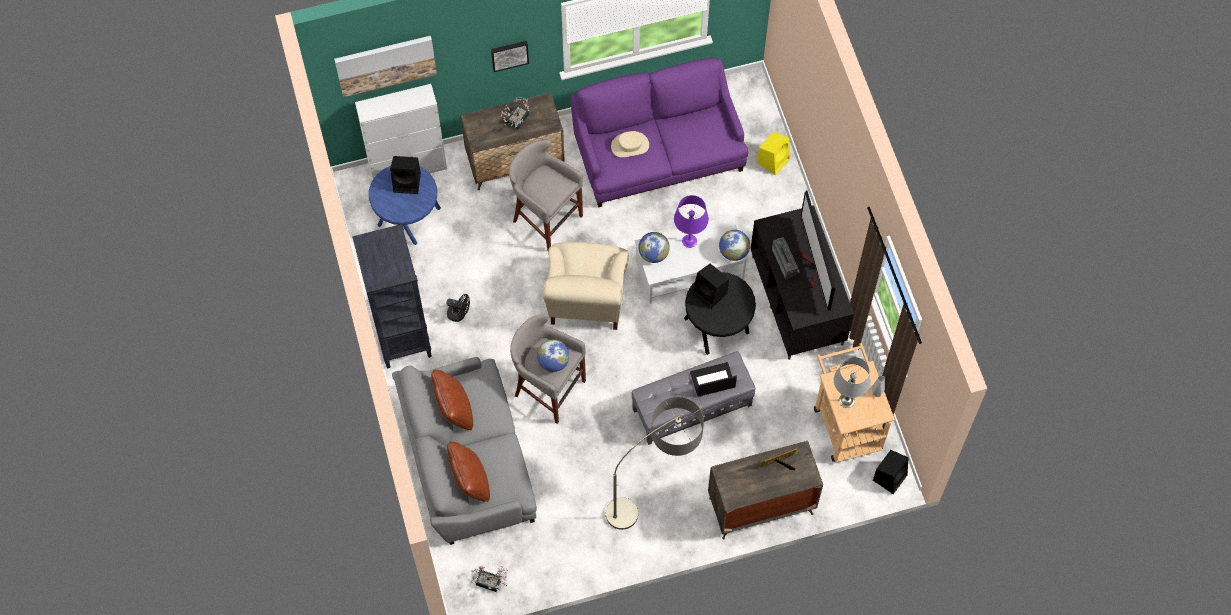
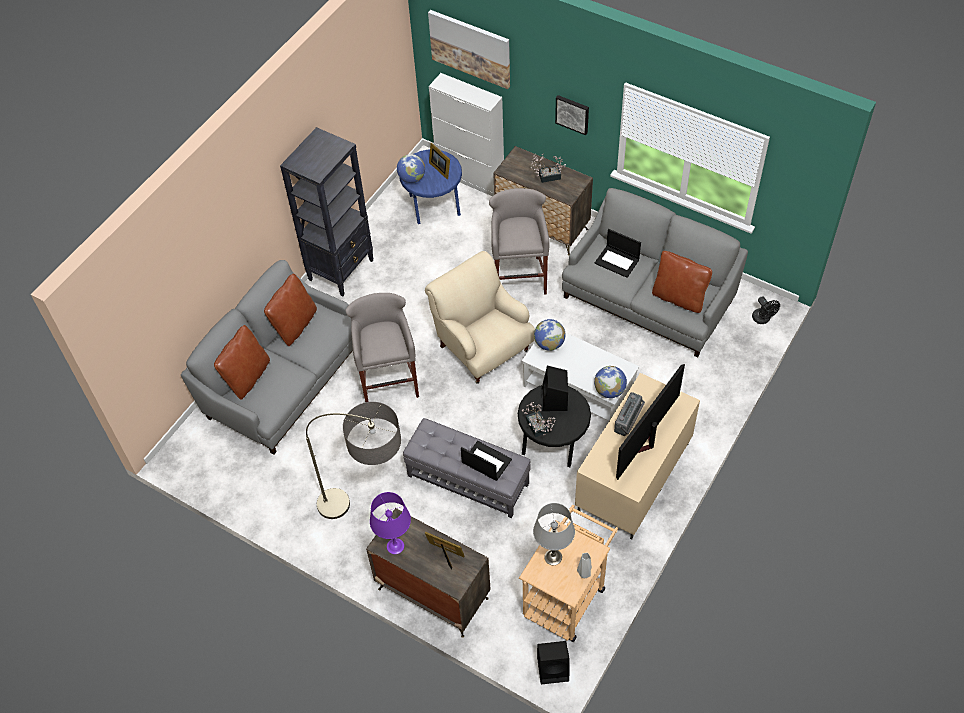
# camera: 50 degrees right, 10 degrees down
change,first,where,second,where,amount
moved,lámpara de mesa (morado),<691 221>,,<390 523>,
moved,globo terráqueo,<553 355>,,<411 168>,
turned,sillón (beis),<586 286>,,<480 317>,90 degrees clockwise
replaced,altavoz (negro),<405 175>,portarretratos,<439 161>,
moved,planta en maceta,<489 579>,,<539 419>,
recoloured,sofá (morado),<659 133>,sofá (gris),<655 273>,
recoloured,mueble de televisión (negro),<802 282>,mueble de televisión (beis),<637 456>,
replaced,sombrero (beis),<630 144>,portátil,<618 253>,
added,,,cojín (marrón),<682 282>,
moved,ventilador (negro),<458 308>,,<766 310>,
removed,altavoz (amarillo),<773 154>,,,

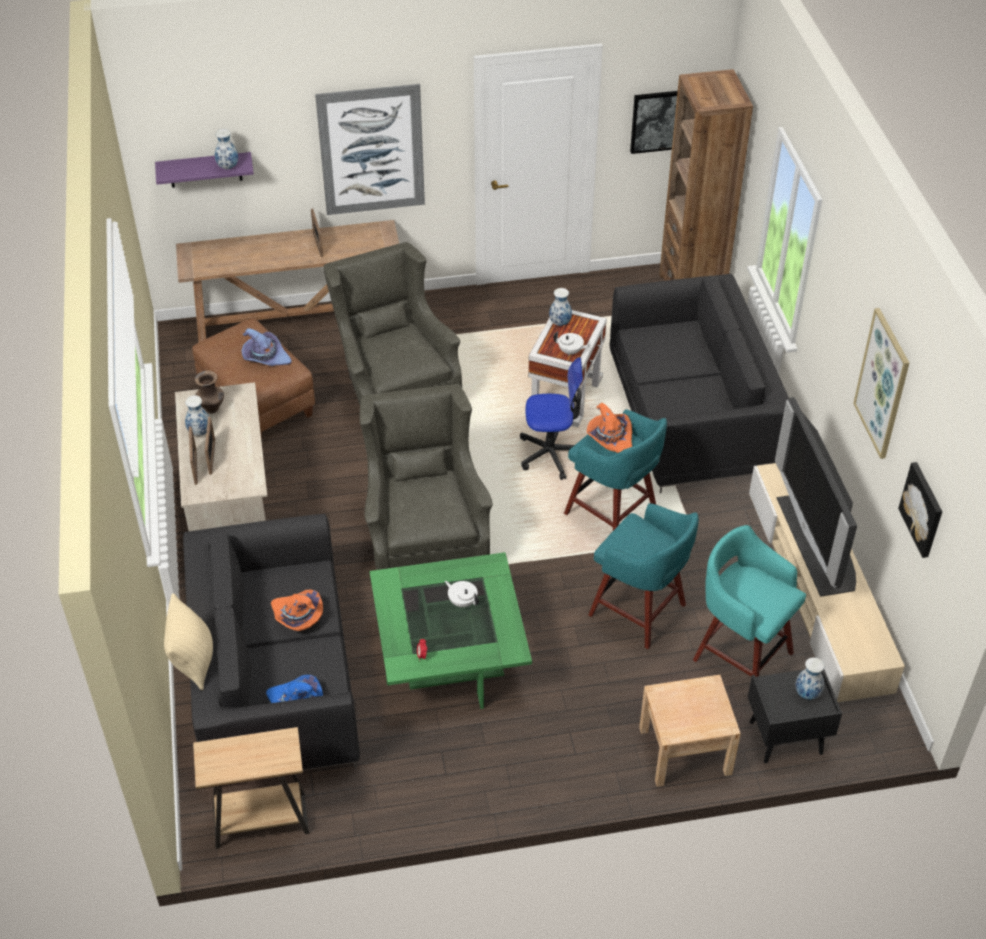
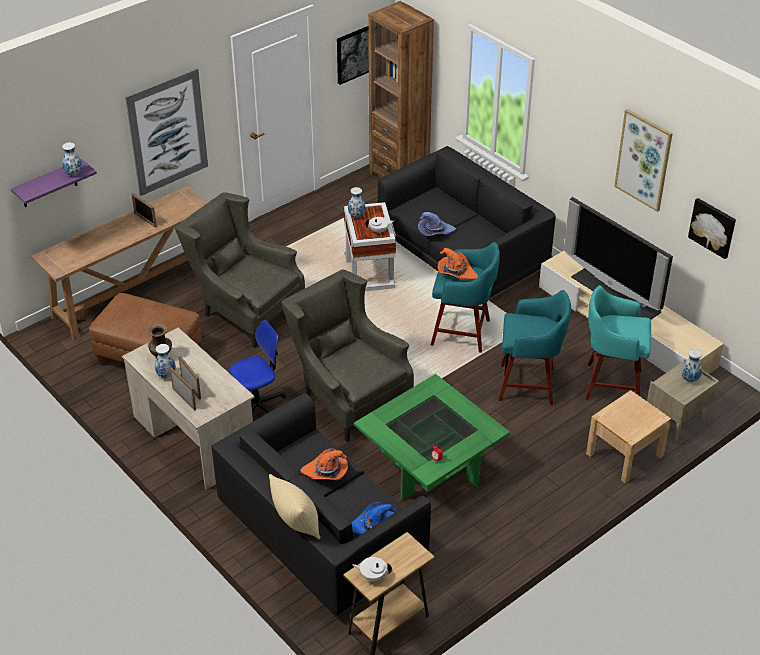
# camera: 30 degrees left, 5 degrees down
change,first,where,second,where,amount
moved,silla de oficina,<551 418>,,<258 366>,
moved,tetera (blanco),<462 594>,,<372 569>,
moved,sombrero (morado),<266 347>,,<437 224>,
recoloured,mesita de noche (negro),<795 717>,mesita de noche (beis),<683 400>,

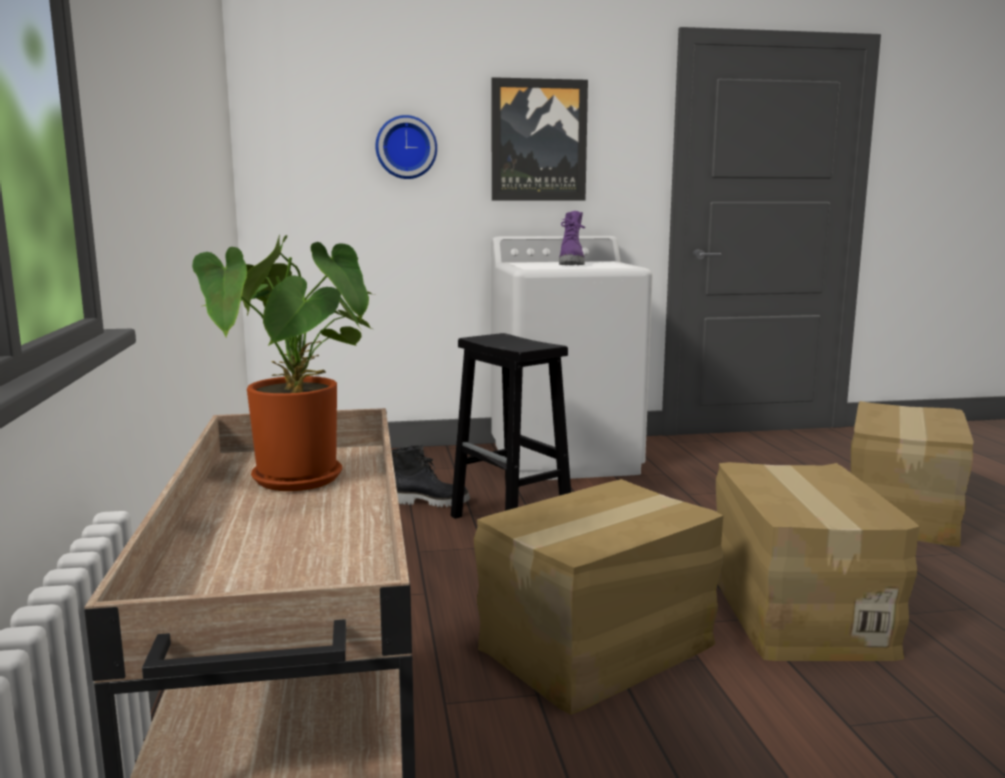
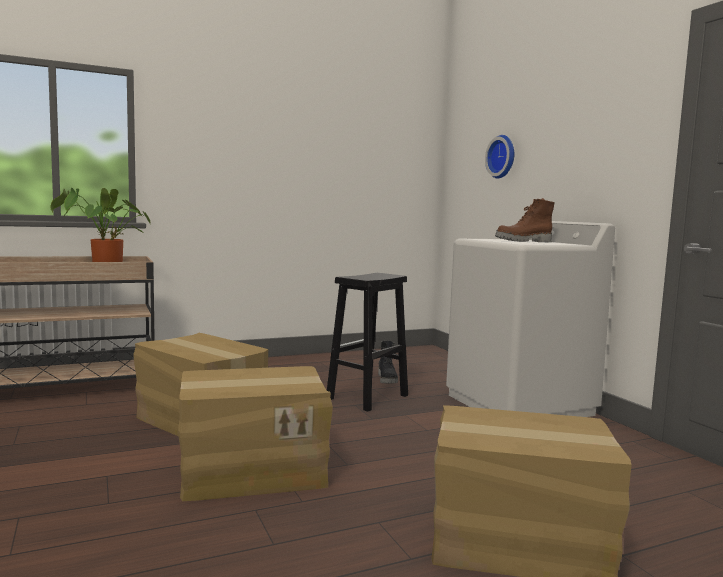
# camera: 75 degrees right, 5 degrees down
change,first,where,second,where,amount
recoloured,bota (morado),<572 238>,bota (marrón),<525 220>,
removed,cuadro,<539 138>,,,

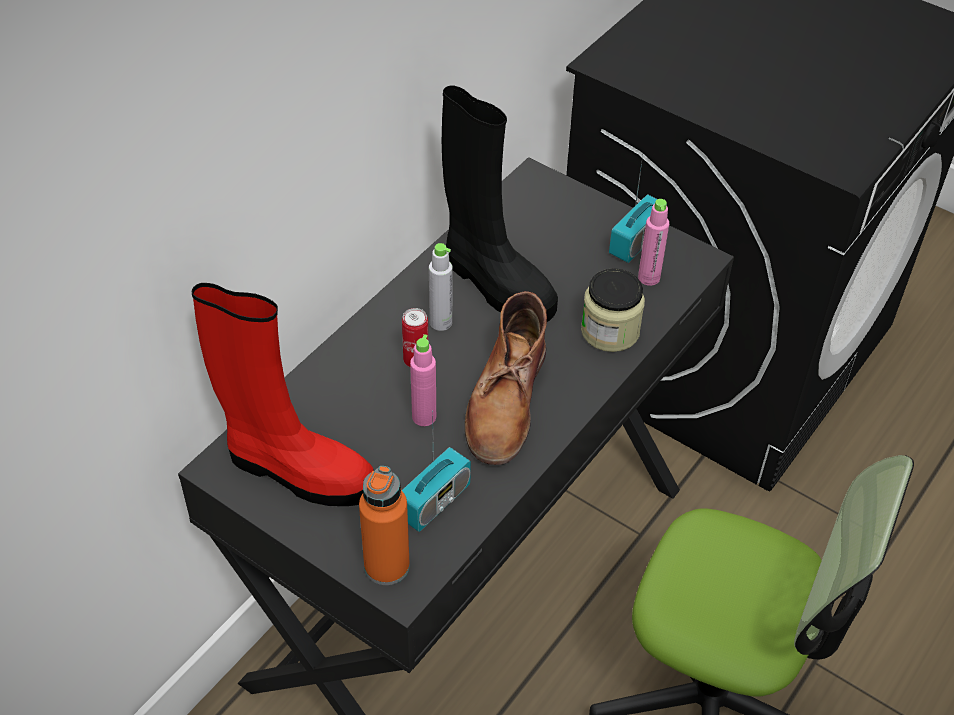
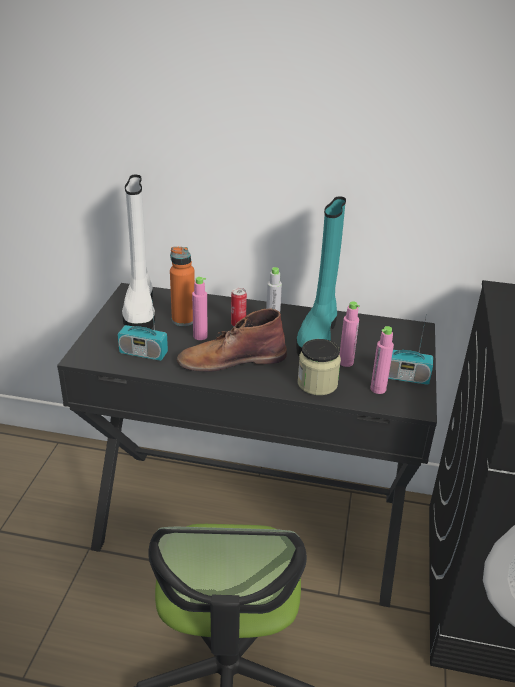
# camera: 65 degrees right, 15 degrees down
change,first,where,second,where,amount
recoloured,bota (rojo),<283 394>,bota (blanco),<138 252>,
moved,botella (naranja),<384 525>,,<182 286>,
recoloured,bota (negro),<500 203>,bota (turquesa),<321 276>,
added,,,botella (rosa),<349 334>,

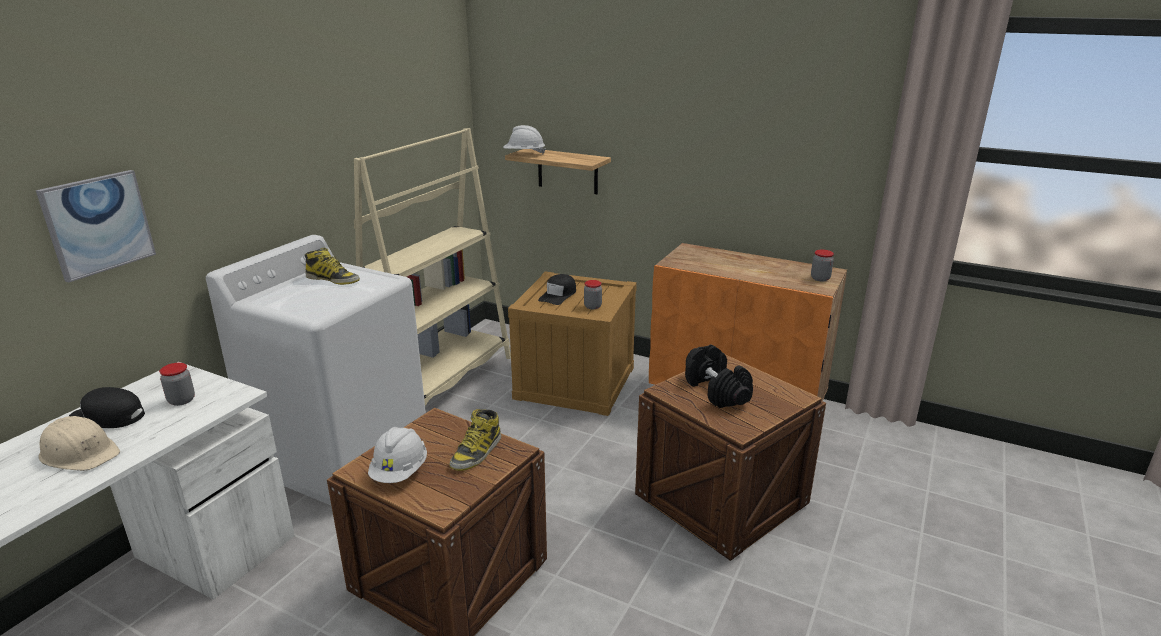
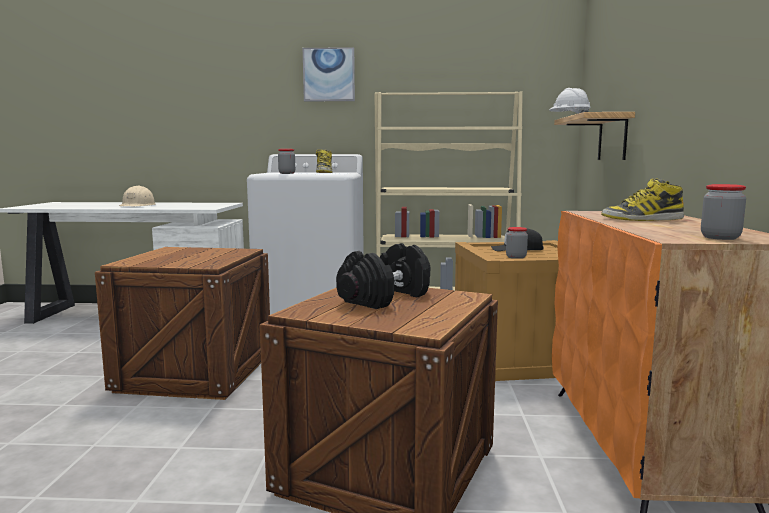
# camera: 65 degrees right, 15 degrees down
change,first,where,second,where,amount
moved,tarro,<177 384>,,<286 161>,
moved,cuadro,<96 226>,,<329 74>,
moved,bota,<475 440>,,<642 199>,
removed,gorra (negro),<107 407>,,,
removed,casco (blanco),<397 455>,,,

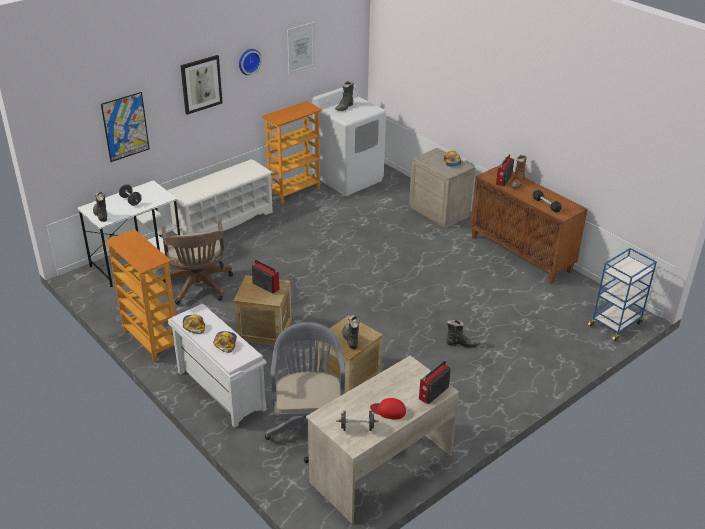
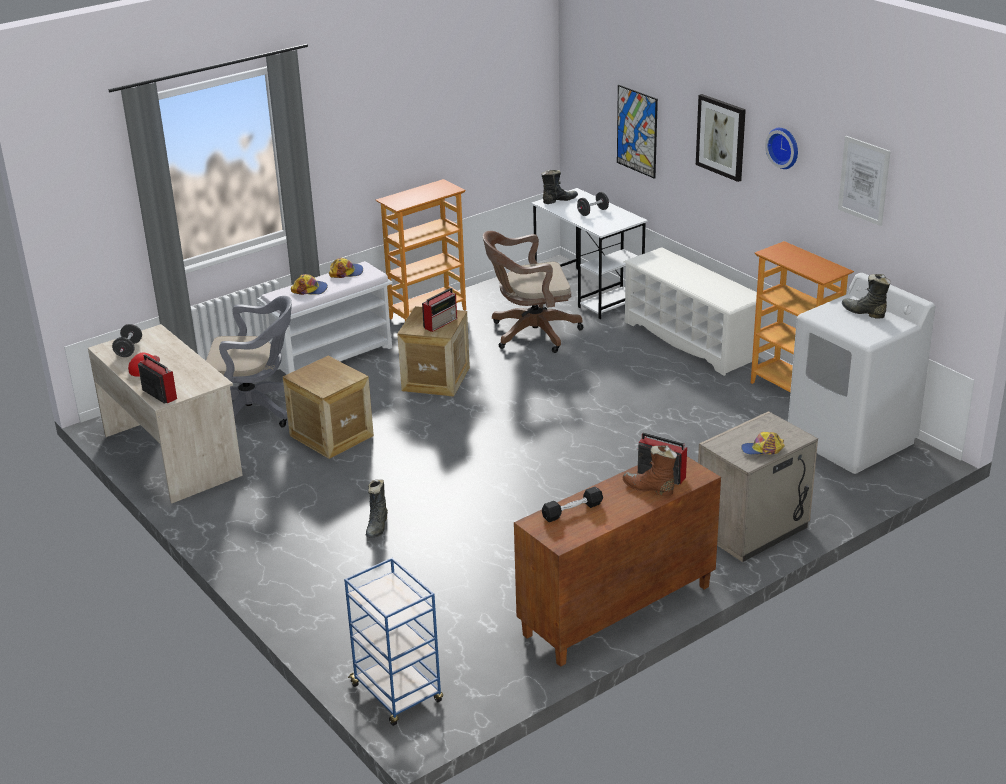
# camera: 95 degrees right, 5 degrees down
change,first,where,second,where,amount
removed,bota (negro),<351 332>,,,

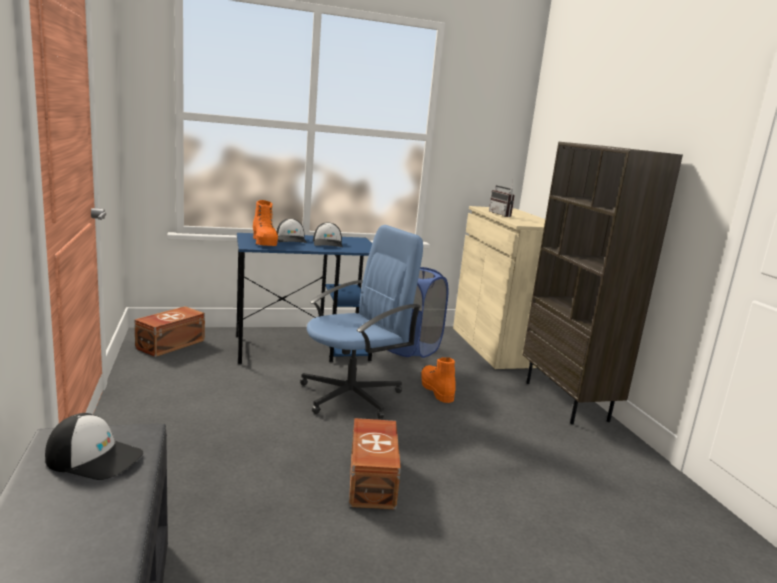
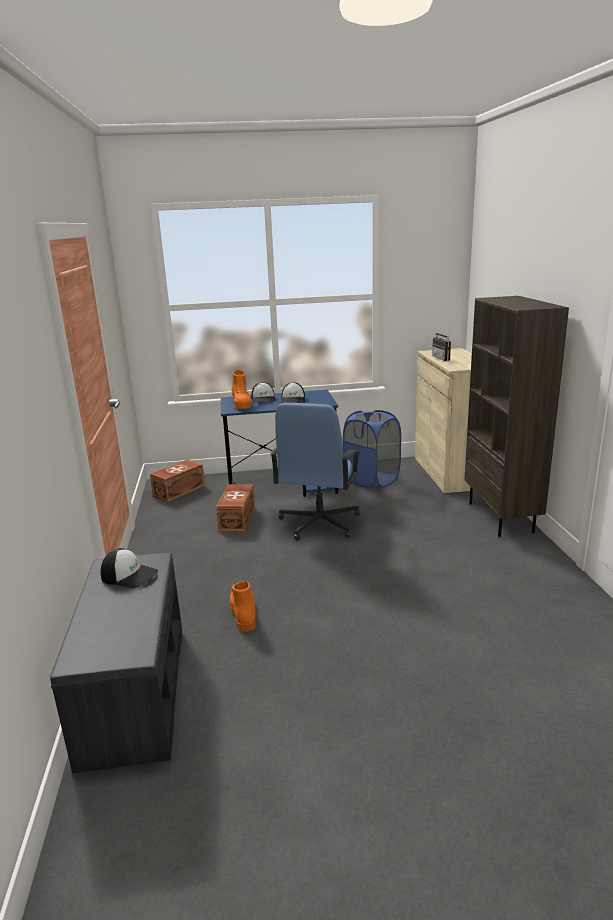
# camera: 10 degrees right, 5 degrees up
change,first,where,second,where,amount
moved,caja de almacenaje (marrón),<375 464>,,<235 507>,
moved,bota (naranja),<438 380>,,<243 606>,
turned,silla de oficina (azul),<361 322>,,<315 472>,135 degrees clockwise

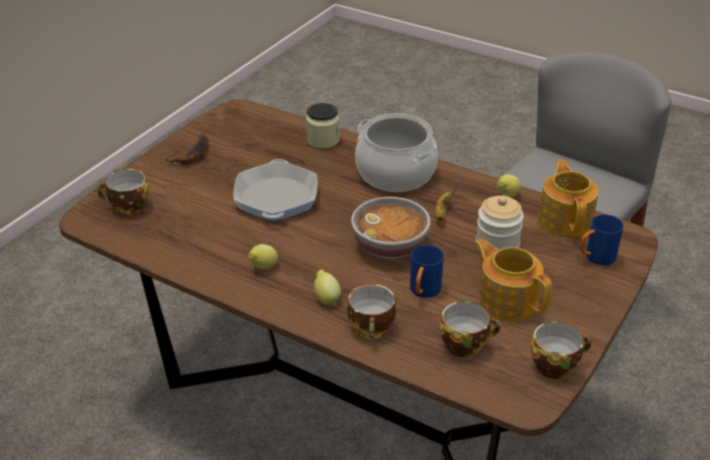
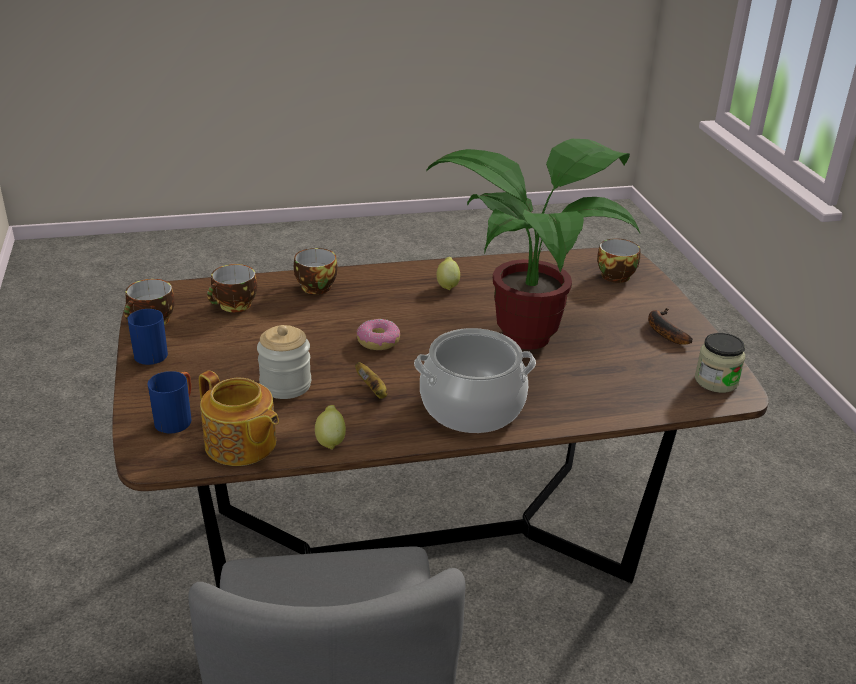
# camera: 135 degrees right, 5 degrees down
change,first,where,second,where,amount
moved,taza grande (azul),<427 271>,,<148 337>,
replaced,cuenco,<390 228>,rosquilla,<378 334>,
replaced,sartén,<275 190>,planta en maceta,<533 244>,
moved,tarro,<323 126>,,<720 363>,
removed,limón,<327 287>,,,
removed,tetera,<513 280>,,,

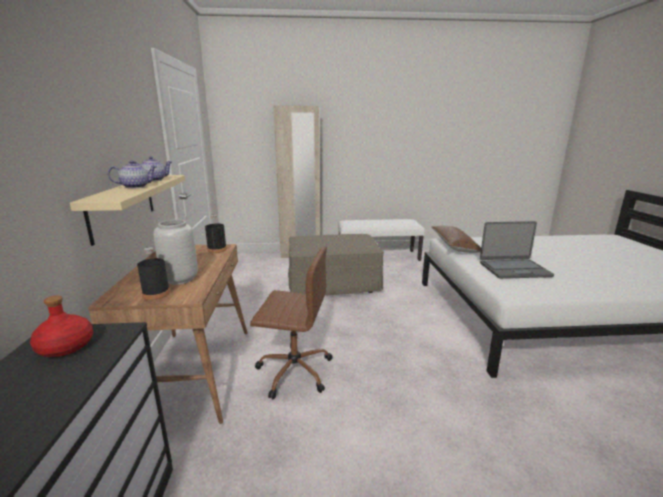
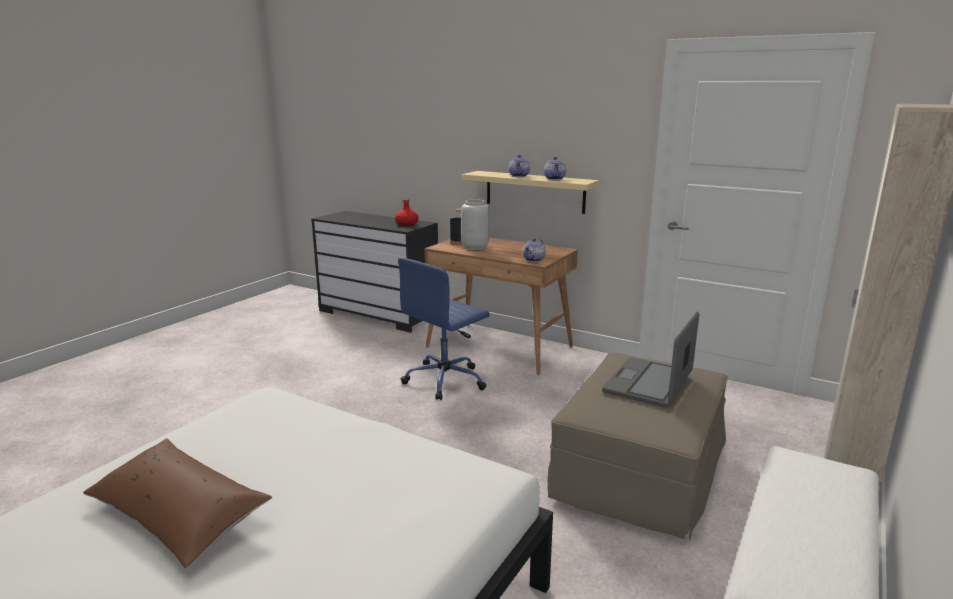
# camera: 125 degrees right, 0 degrees up
change,first,where,second,where,amount
moved,cojín (marrón),<456 239>,,<177 503>,
recoloured,silla de oficina (marrón),<291 322>,silla de oficina (azul),<443 329>,
replaced,botella (negro),<216 233>,tetera,<534 250>,
moved,portátil,<517 250>,,<650 360>,

